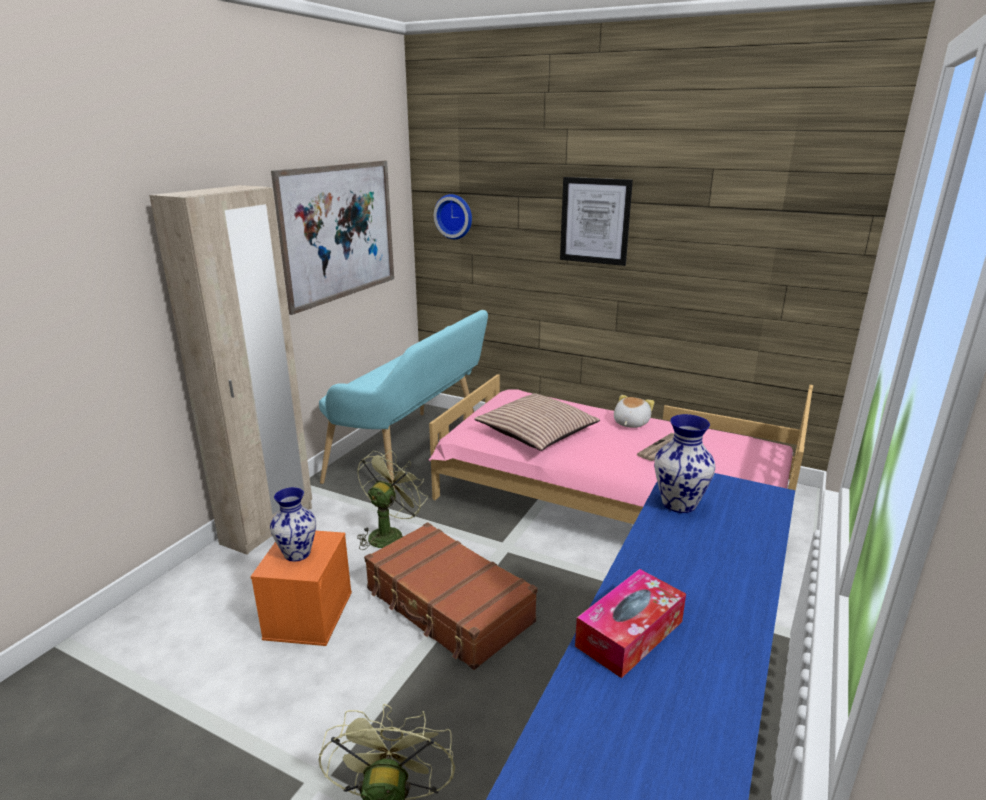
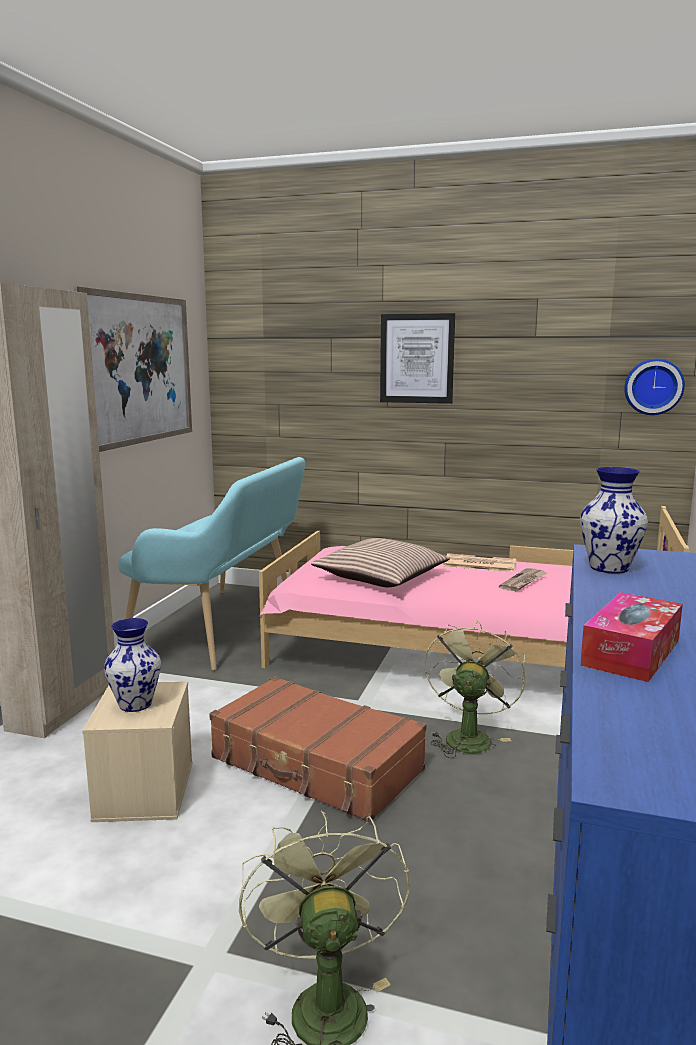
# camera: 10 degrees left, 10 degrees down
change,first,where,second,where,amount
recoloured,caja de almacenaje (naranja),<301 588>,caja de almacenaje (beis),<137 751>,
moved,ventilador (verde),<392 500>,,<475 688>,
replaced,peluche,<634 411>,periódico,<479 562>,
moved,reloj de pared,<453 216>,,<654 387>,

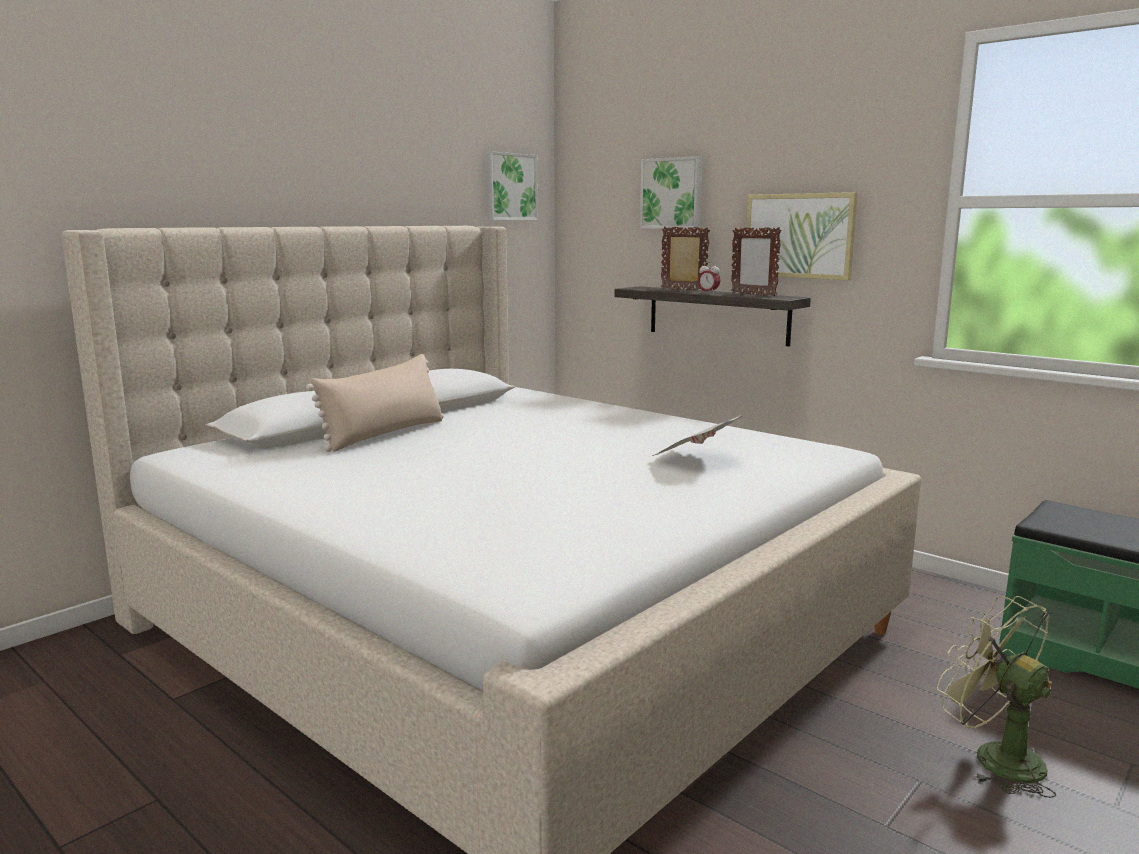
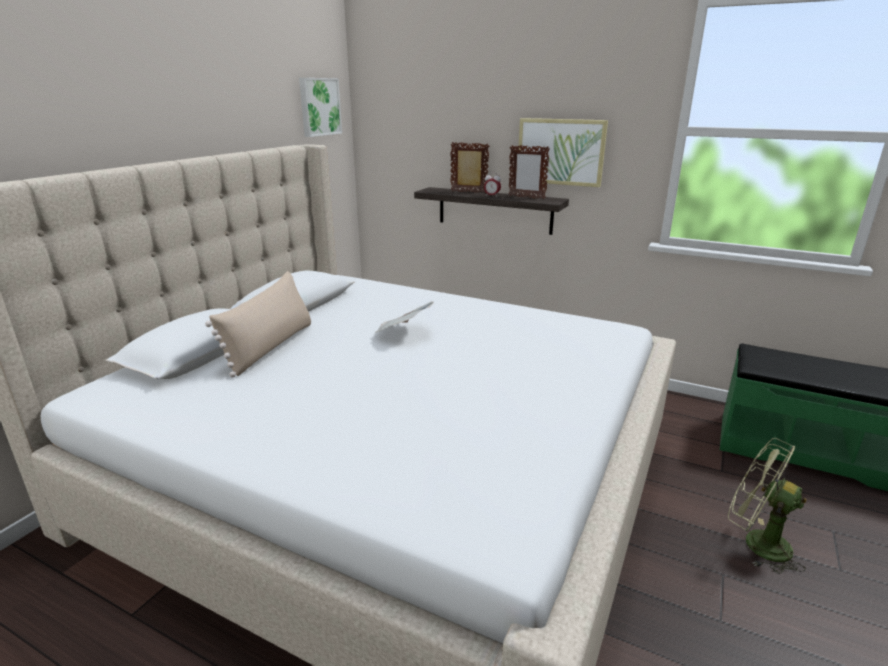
# camera: 15 degrees left, 10 degrees up
change,first,where,second,where,amount
moved,periódico,<697 435>,,<404 317>,
removed,cuadro,<671 192>,,,

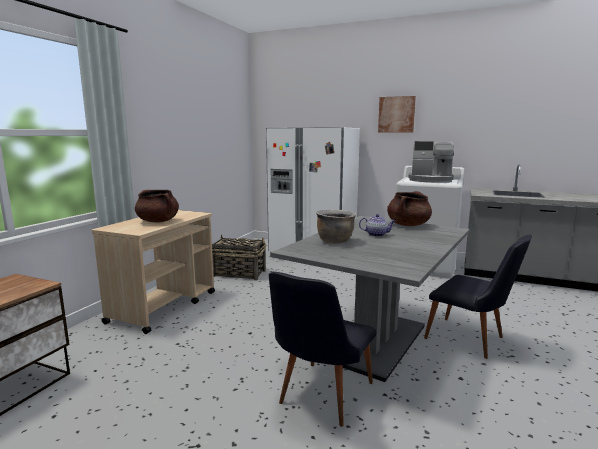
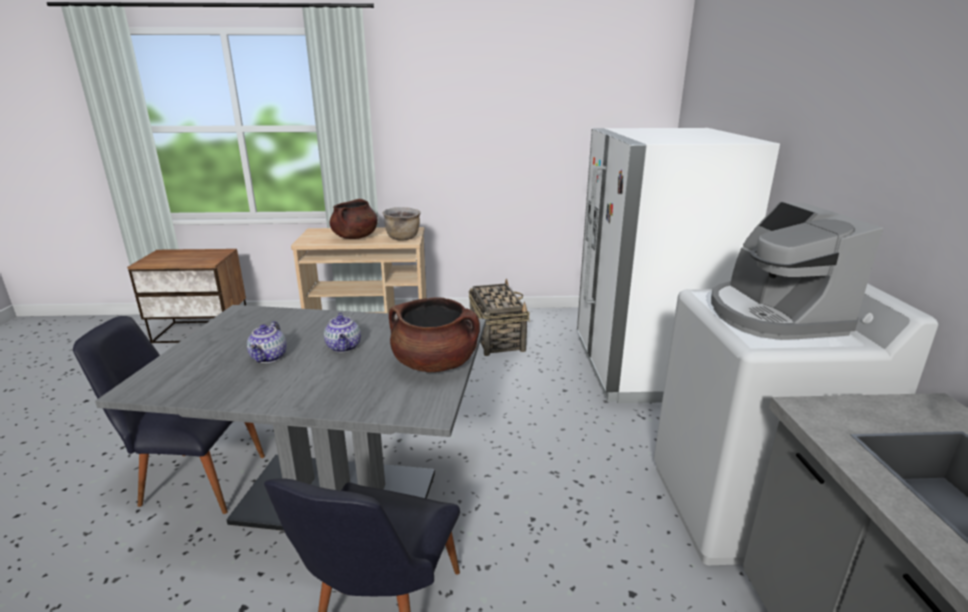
# camera: 65 degrees right, 10 degrees up
change,first,where,second,where,amount
added,,,tetera,<267 342>,
moved,olla (marrón),<336 226>,,<402 224>,
removed,cuadro,<397 114>,,,

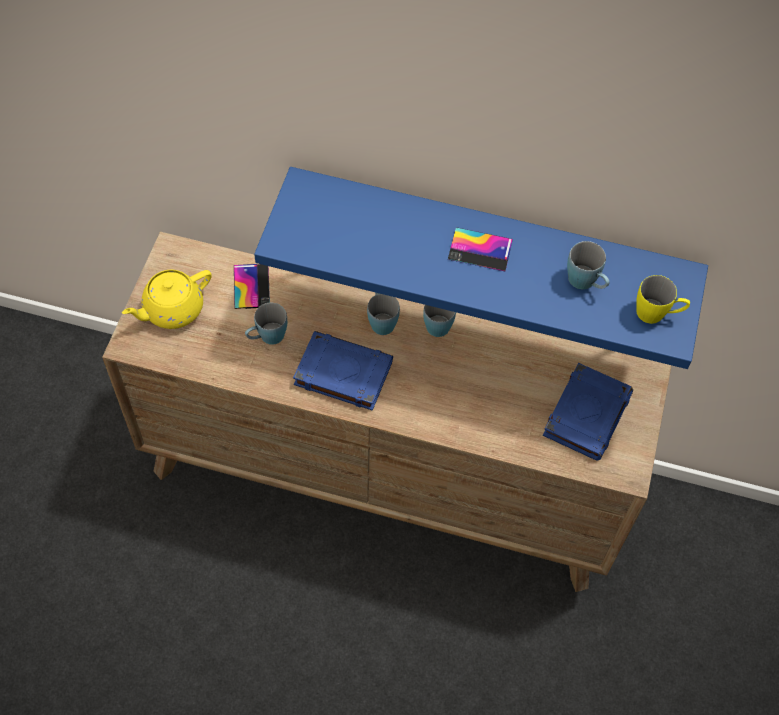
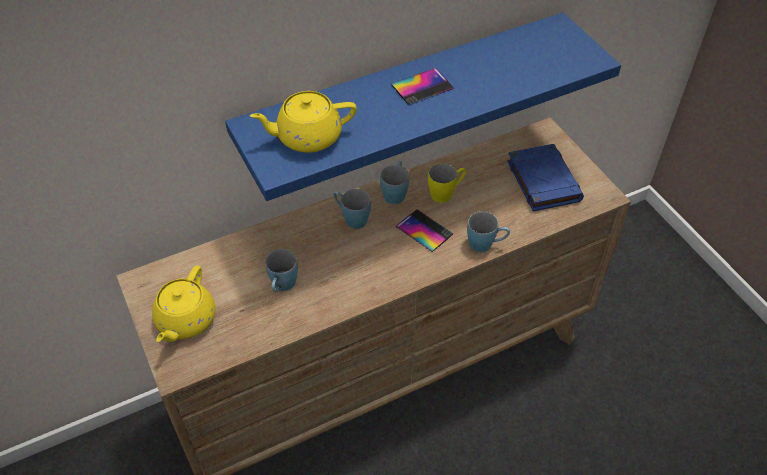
# camera: 40 degrees left, 10 degrees down
change,first,where,second,where,amount
added,,,tetera (amarillo),<303 122>,
moved,móvil,<252 286>,,<424 230>,
moved,taza grande (amarillo),<663 299>,,<447 183>,
moved,taza grande (azul),<588 265>,,<488 231>,
removed,libro (azul),<343 371>,,,

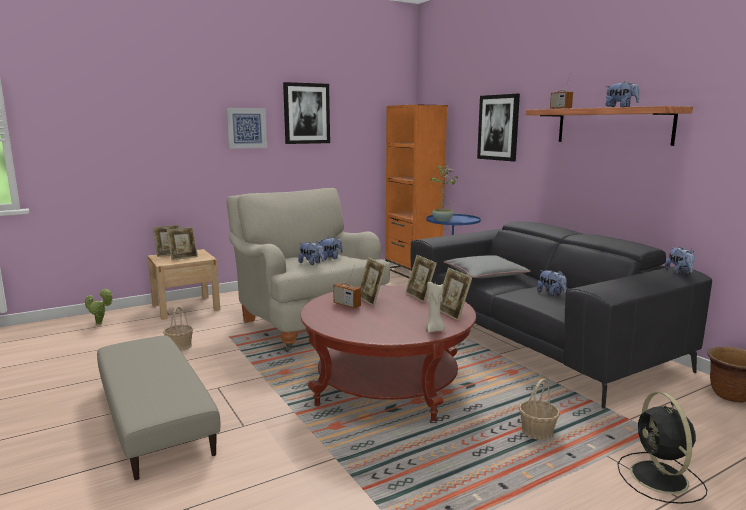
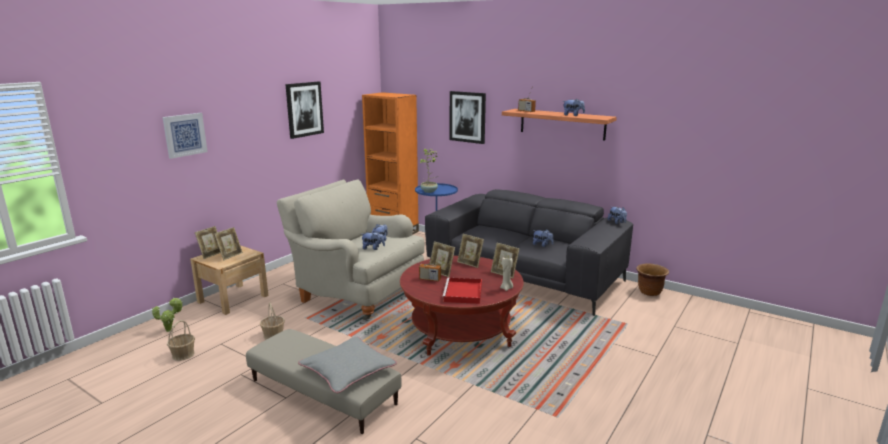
# camera: 25 degrees left, 5 degrees up
change,first,where,second,where,amount
moved,cuadro,<246 128>,,<185 136>,
moved,cesta,<539 409>,,<181 340>,
moved,cojín (gris),<487 266>,,<347 365>,
added,,,bandeja (rojo),<462 291>,
removed,ventilador (negro),<662 448>,,,

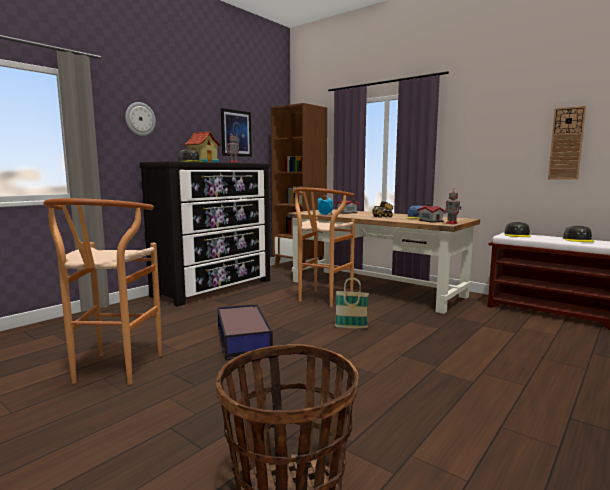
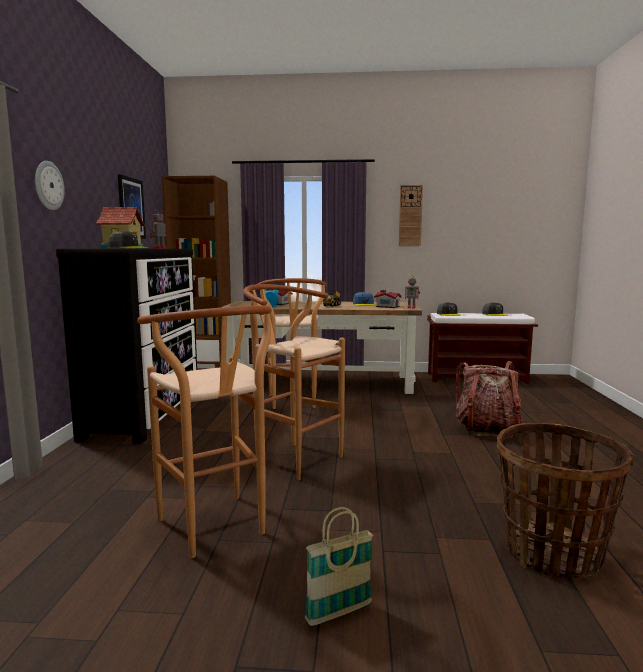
# camera: 35 degrees left, 0 degrees up
change,first,where,second,where,amount
replaced,caja de almacenaje,<245 332>,taburete (marrón),<294 382>,
moved,cesta,<352 303>,,<339 566>,
moved,reloj de pared,<567 143>,,<411 215>,
added,,,mochila,<489 399>,

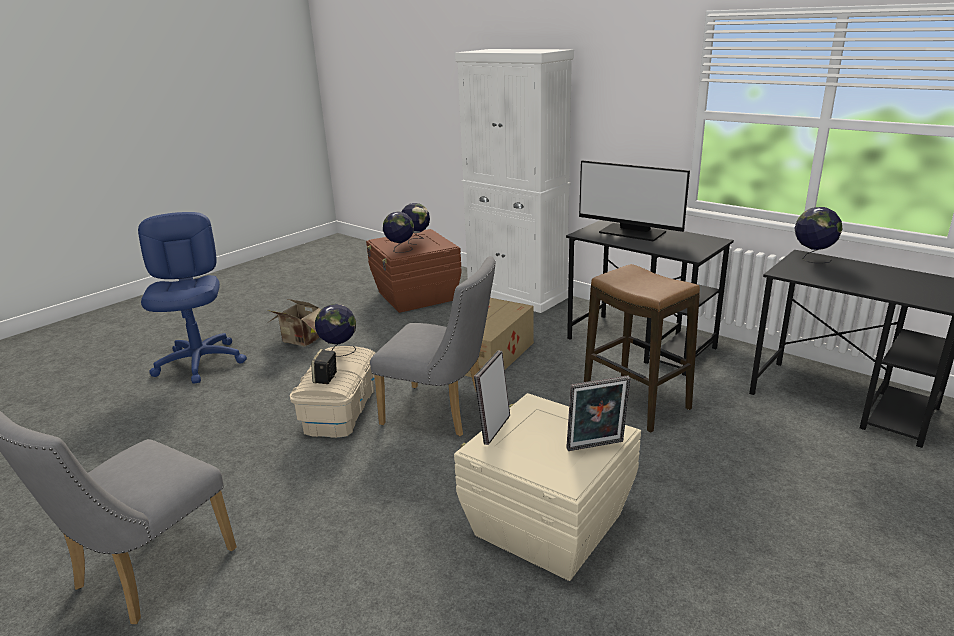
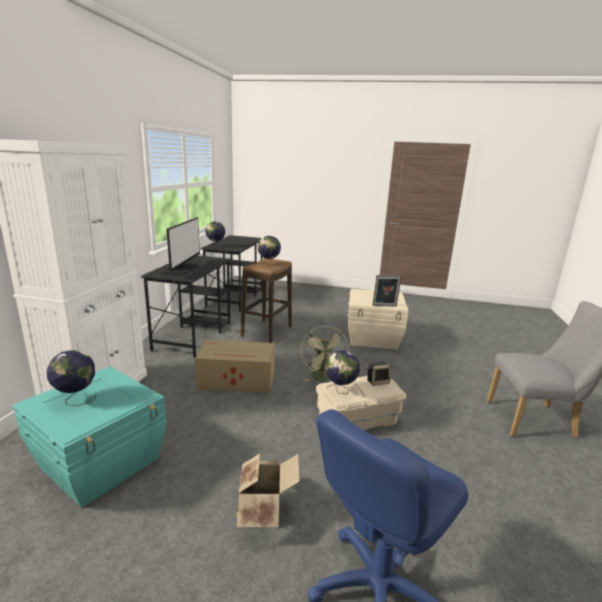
# camera: 120 degrees left, 5 degrees down
change,first,where,second,where,amount
recoloured,caja de almacenaje (marrón),<414 271>,caja de almacenaje (turquesa),<90 436>,
moved,globo terráqueo,<398 232>,,<269 251>,
replaced,silla (gris),<433 346>,ventilador (verde),<325 353>,
removed,portarretratos,<599 413>,,,

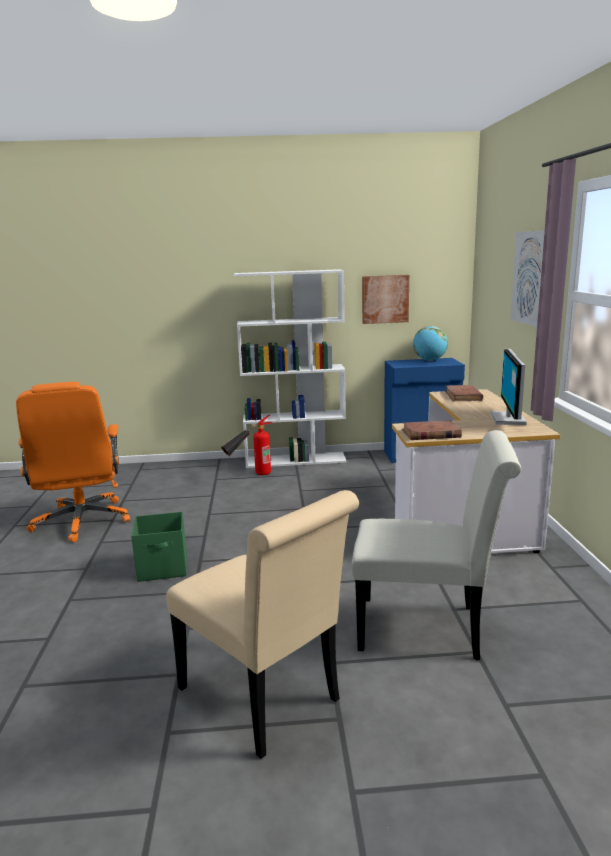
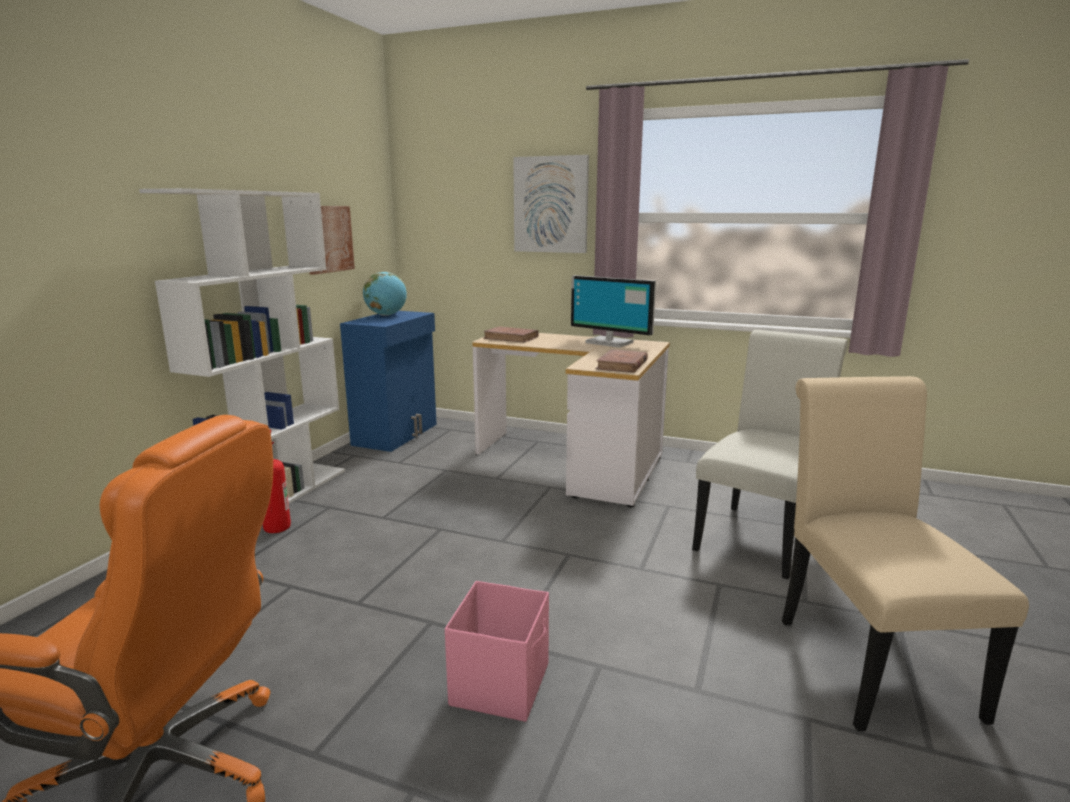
# camera: 65 degrees left, 0 degrees up
change,first,where,second,where,amount
recoloured,caja de almacenaje (verde),<159 547>,caja de almacenaje (rosa),<497 651>,
turned,silla (beis),<262 624>,,<905 553>,75 degrees counterclockwise

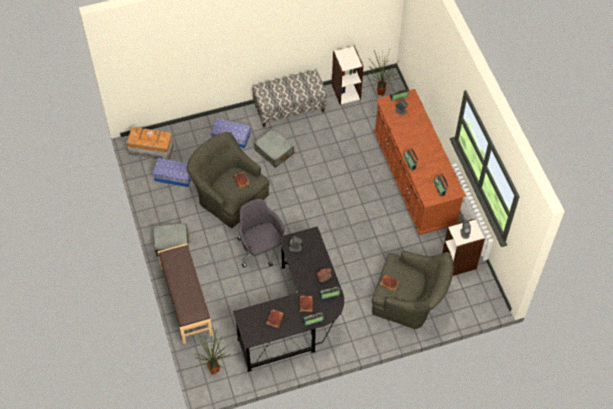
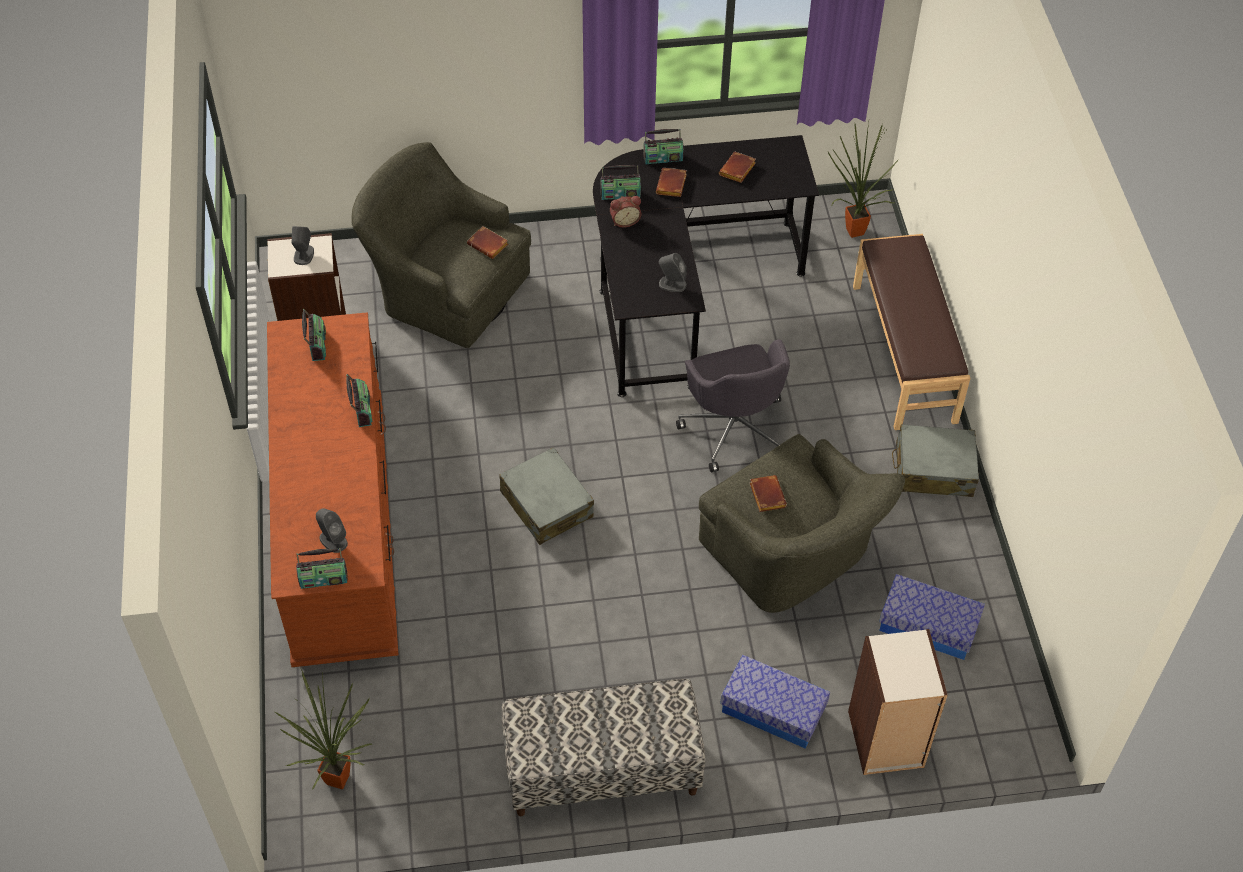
# camera: 170 degrees left, 5 degrees down
change,first,where,second,where,amount
moved,maleta (gris),<274 148>,,<546 496>,
moved,estantería,<347 75>,,<898 702>,
removed,caja de almacenaje,<150 143>,,,

